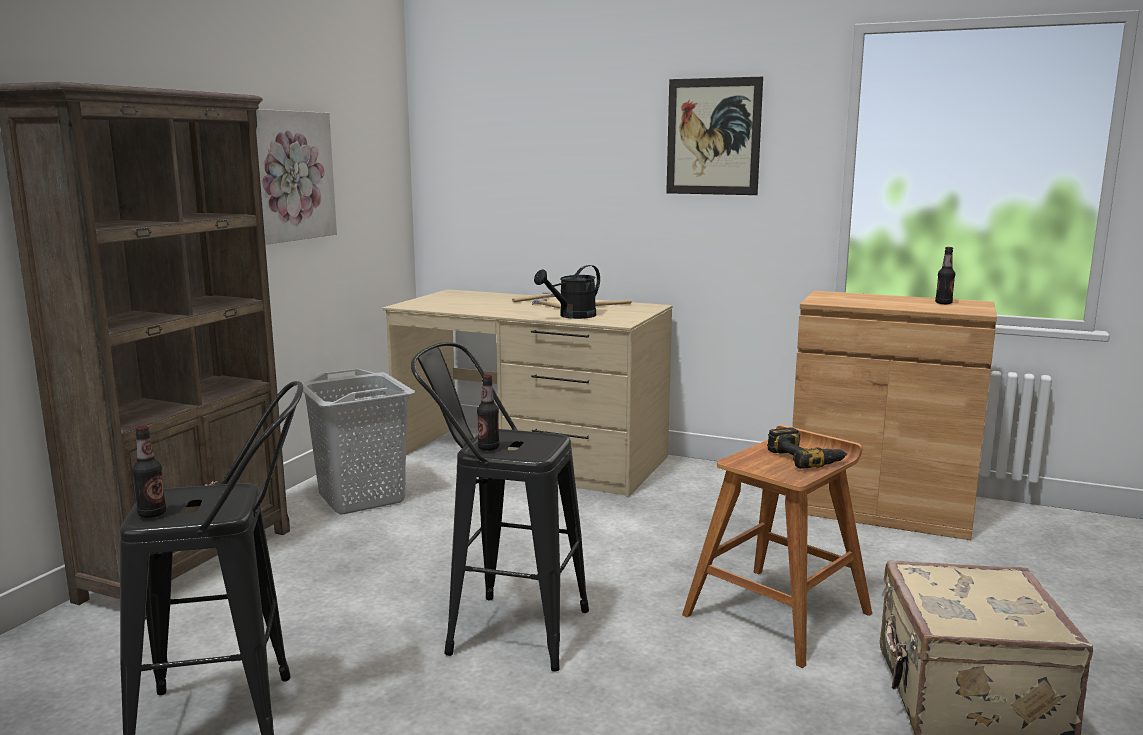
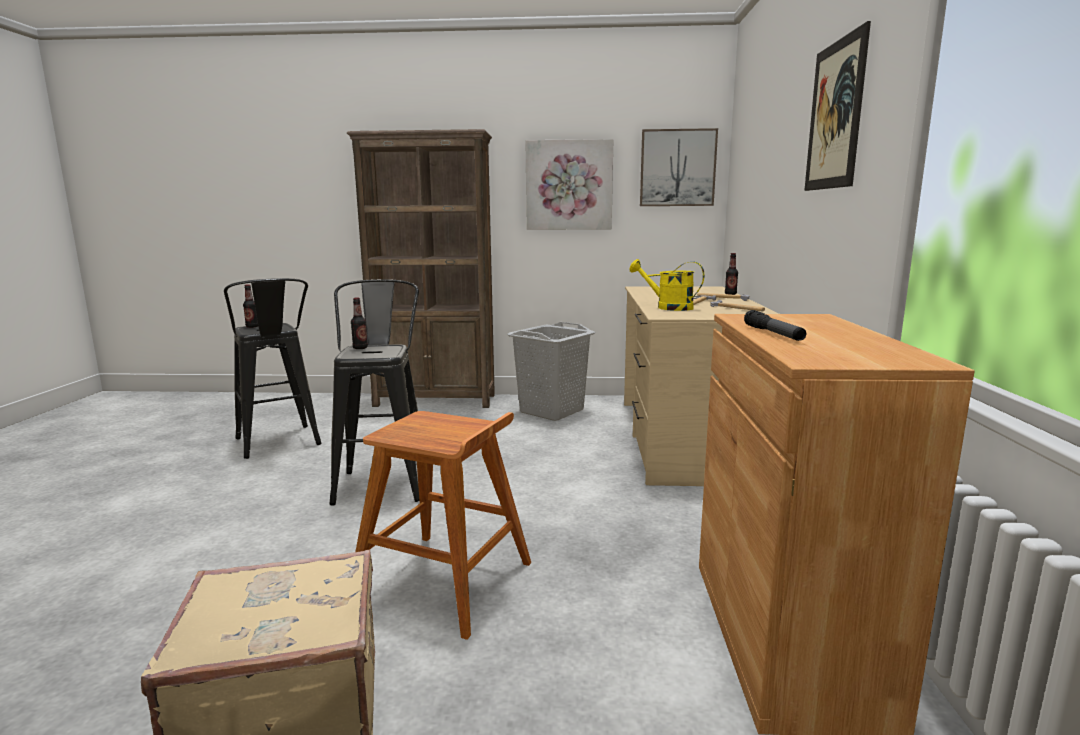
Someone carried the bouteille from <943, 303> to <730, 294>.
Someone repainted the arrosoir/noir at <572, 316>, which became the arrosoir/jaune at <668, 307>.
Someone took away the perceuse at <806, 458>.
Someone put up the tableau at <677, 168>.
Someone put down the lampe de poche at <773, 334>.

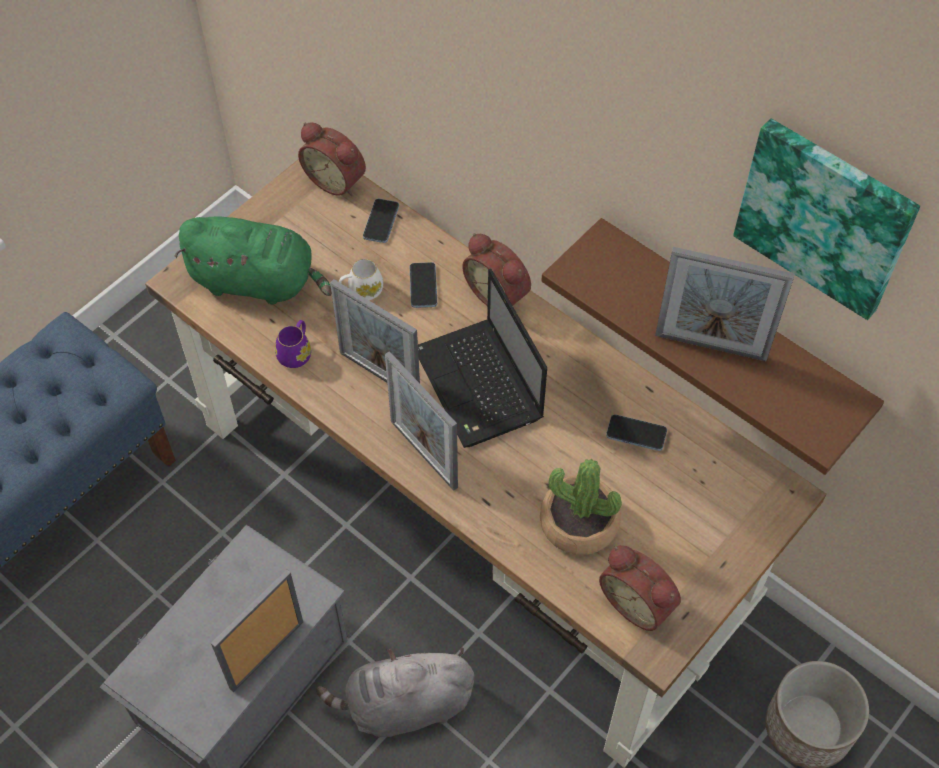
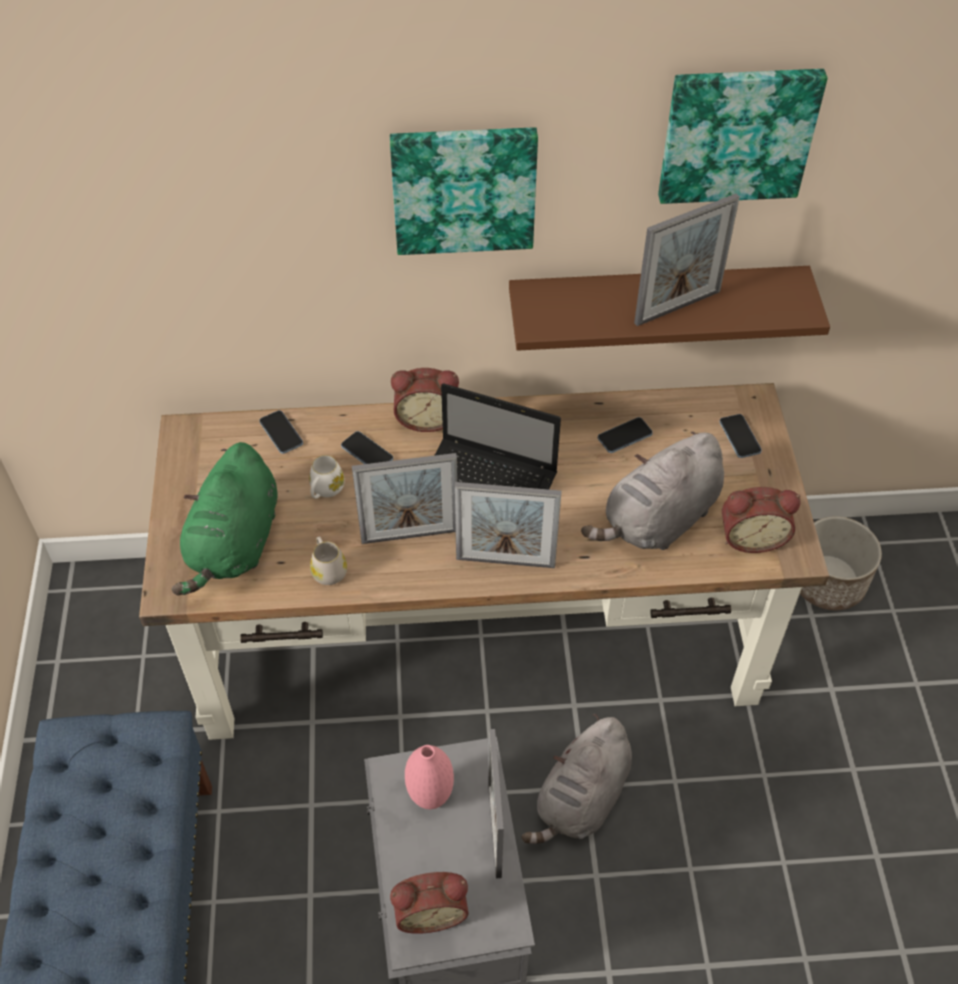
Someone carried the réveil from <337, 179> to <430, 910>.
Someone rotated the peluche/vert at <258, 281> by 135 degrees clockwise.
Someone repainted the mug/violet at <296, 353>, which became the mug/blanc at <328, 569>.
Someone swapped the plante en pot at <578, 523> for the peluche/gris at <658, 520>.
Someone put up the tableau at <463, 188>.
Someone put down the téléphone at <739, 437>.
Someone put down the vase/rose at <430, 797>.

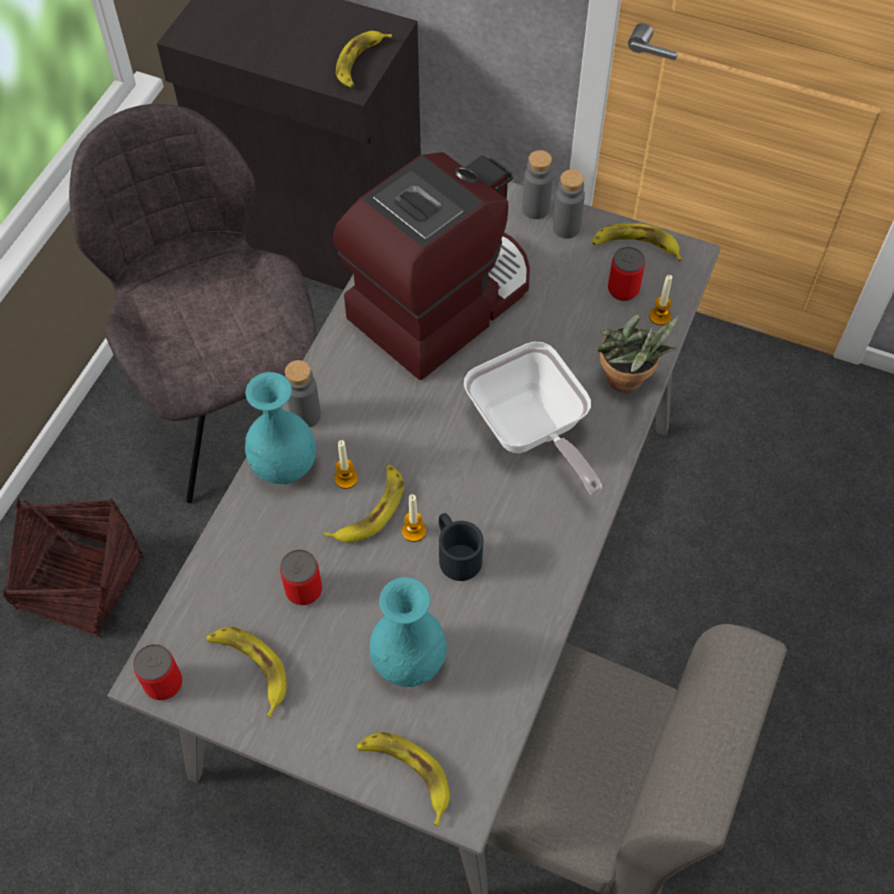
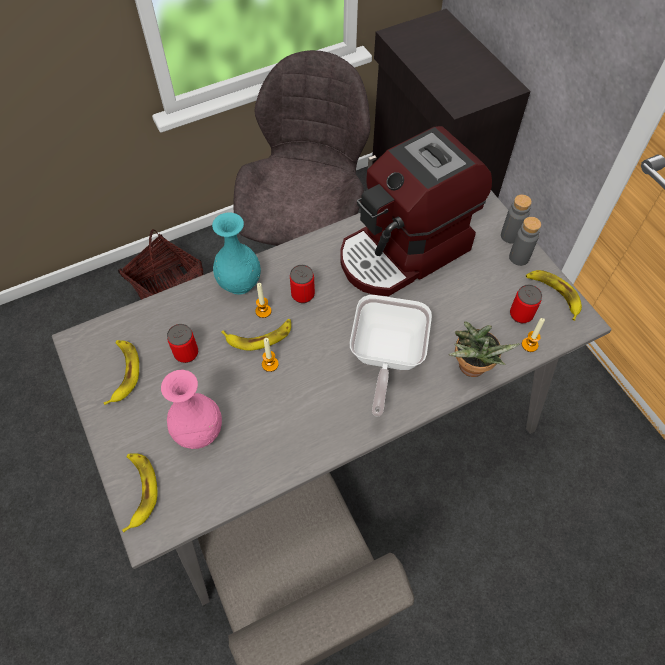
Someone took away the banane at <360, 63>.
Someone rotated the machine à café at <440, 302> by 150 degrees clockwise.
Someone took away the bouteille/gris at <305, 415>.
Someone took away the mug/noir at <455, 553>.
Someone repainted the vase/turquoise at <409, 662>, which became the vase/rose at <199, 432>.
Someone carried the boîte métallique from <163, 683> to <303, 294>.

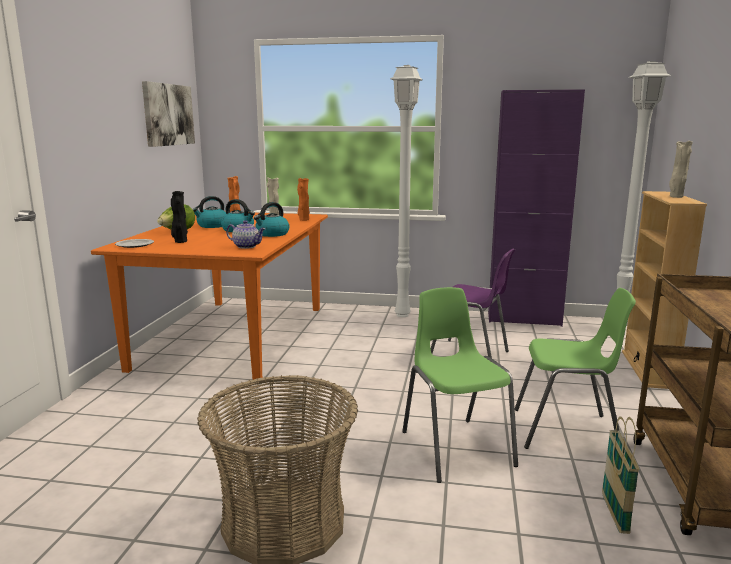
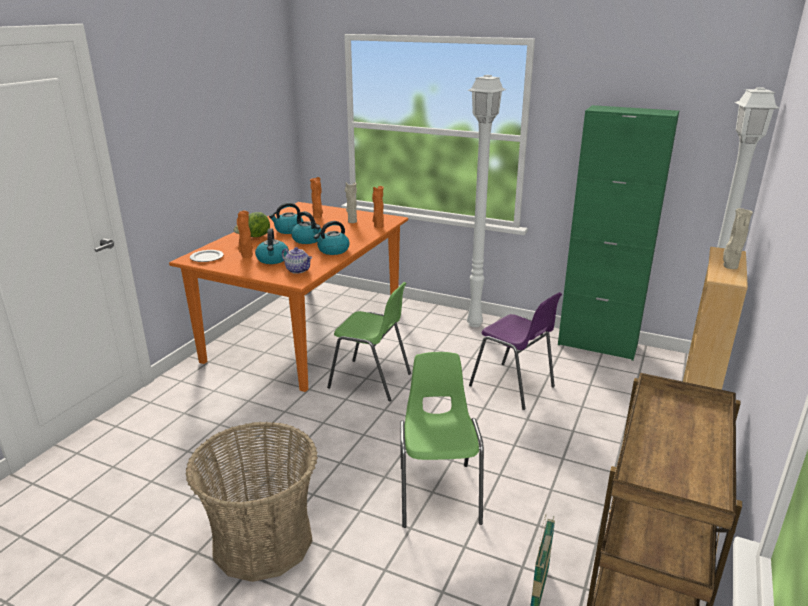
Someone took away the tableau at <168, 115>.
Someone repainted the meuble de rangement/violet at <524, 319>, which became the meuble de rangement/vert at <597, 345>.
Someone repainted the vase/noir at <180, 242>, which became the vase/orange at <246, 256>.
Someone carried the chaise/vert from <566, 431> to <371, 381>.
Someone put down the bouilloire at <273, 259>.

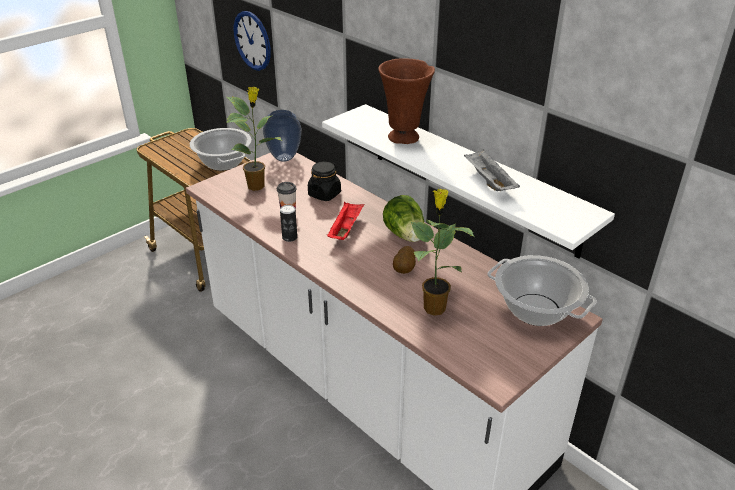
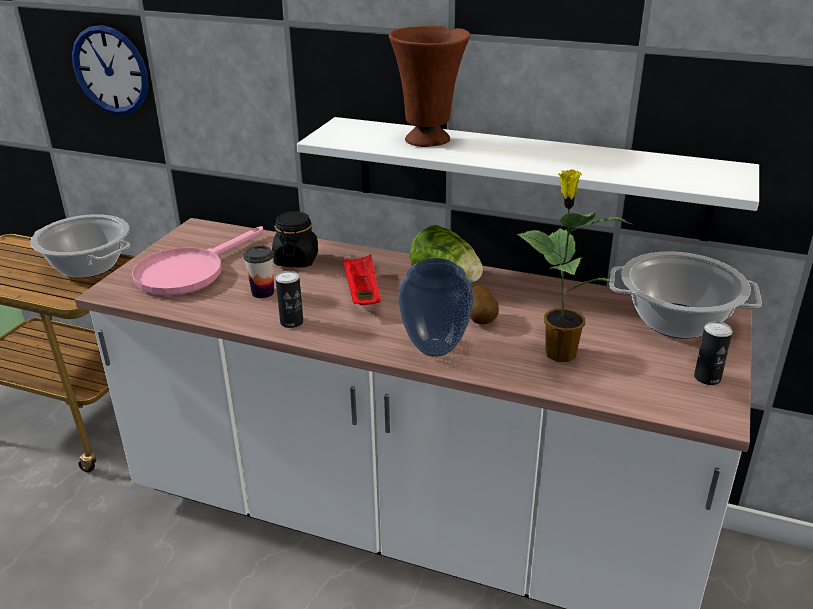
Someone swapped the plante en pot at <257, 186> for the poêle/rose at <189, 271>.
Someone carried the vase from <283, 158> to <434, 349>.
Someone took away the plateau/gris at <488, 181>.
Someone put down the boîte métallique at <707, 378>.

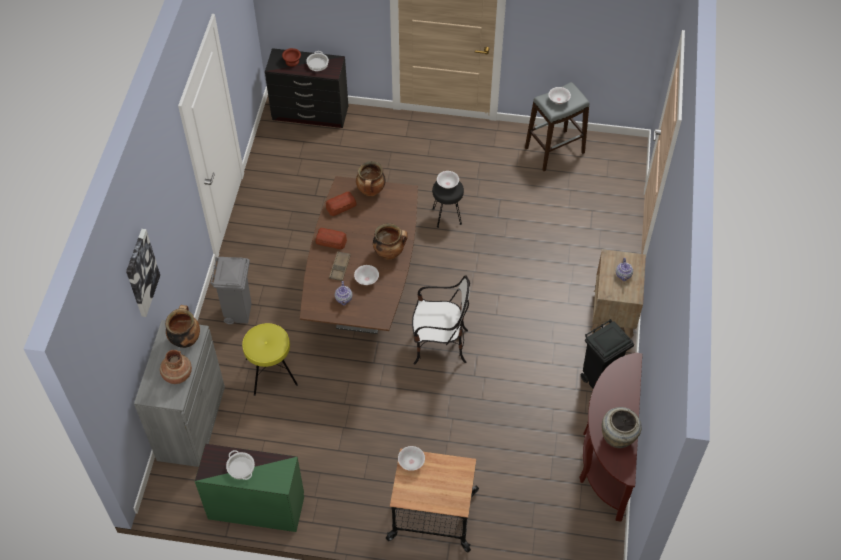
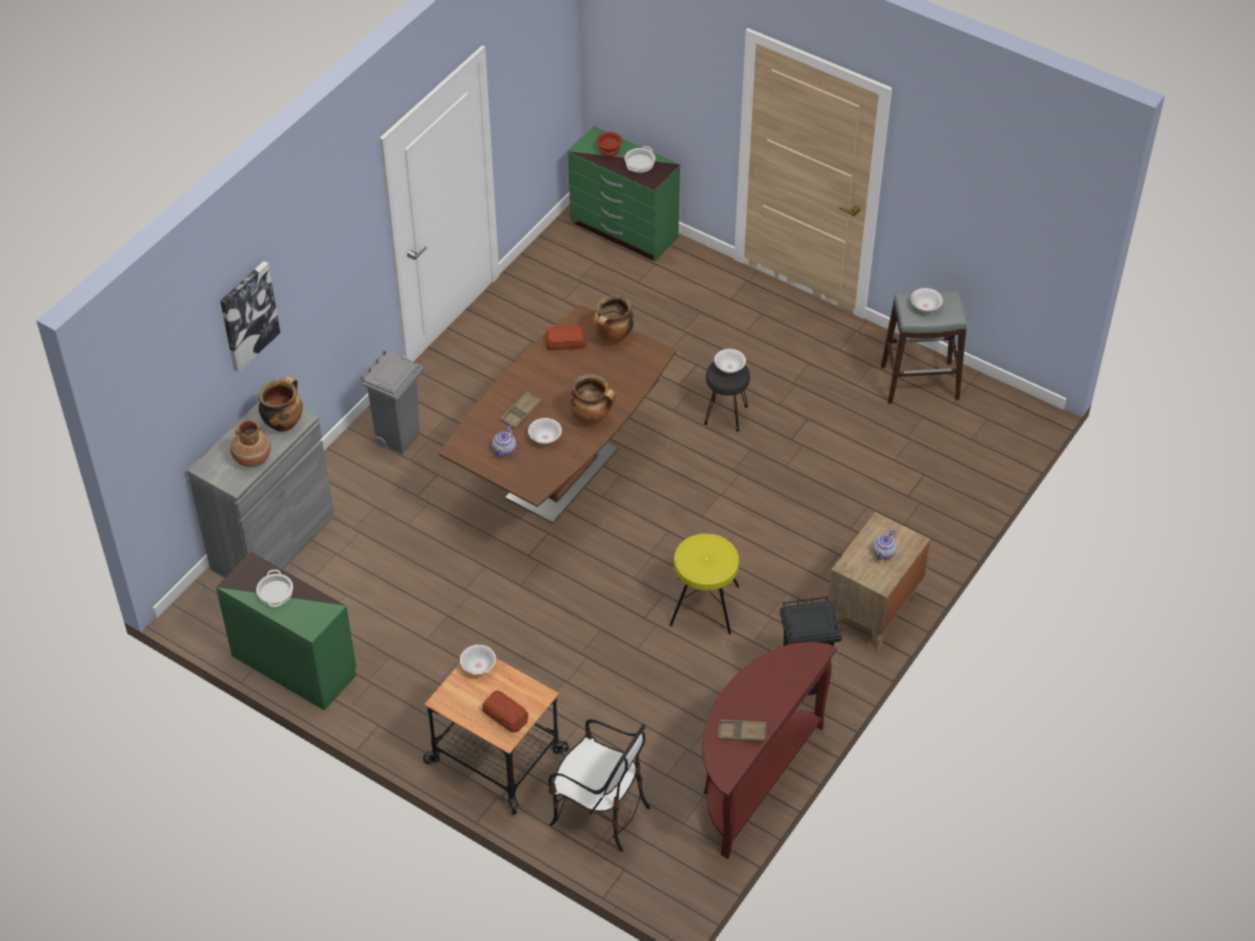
Someone repainted the commode/noir at <310, 114>, which became the commode/vert at <624, 231>.
Someone carried the pain from <330, 241> to <505, 714>.
Someone carried the chaise from <439, 345> to <599, 813>.
Someone carried the tabouret/jaune from <271, 371> to <704, 605>.
Someone swapped the vase/beige at <618, 438> for the plateau/marron at <741, 733>.

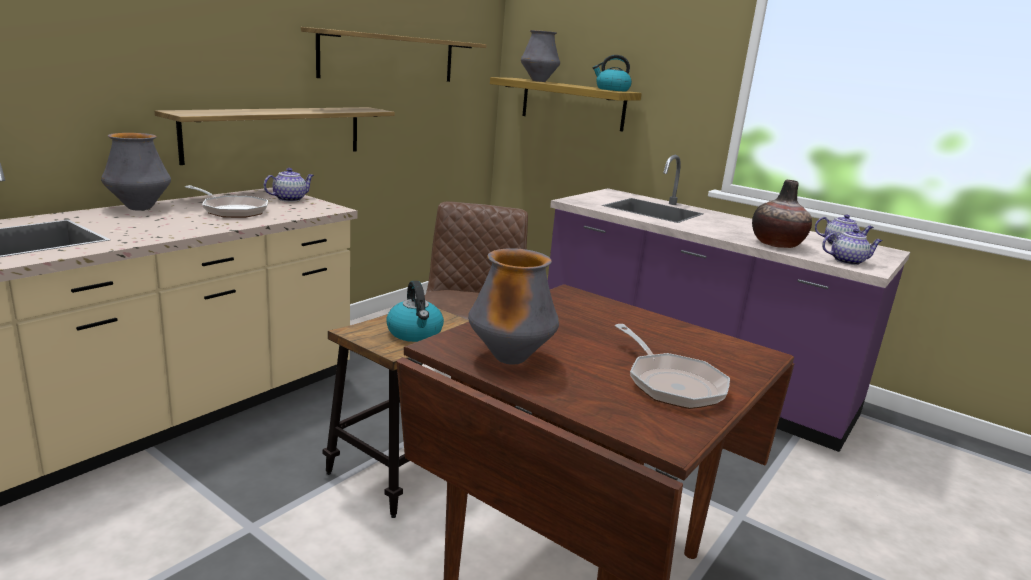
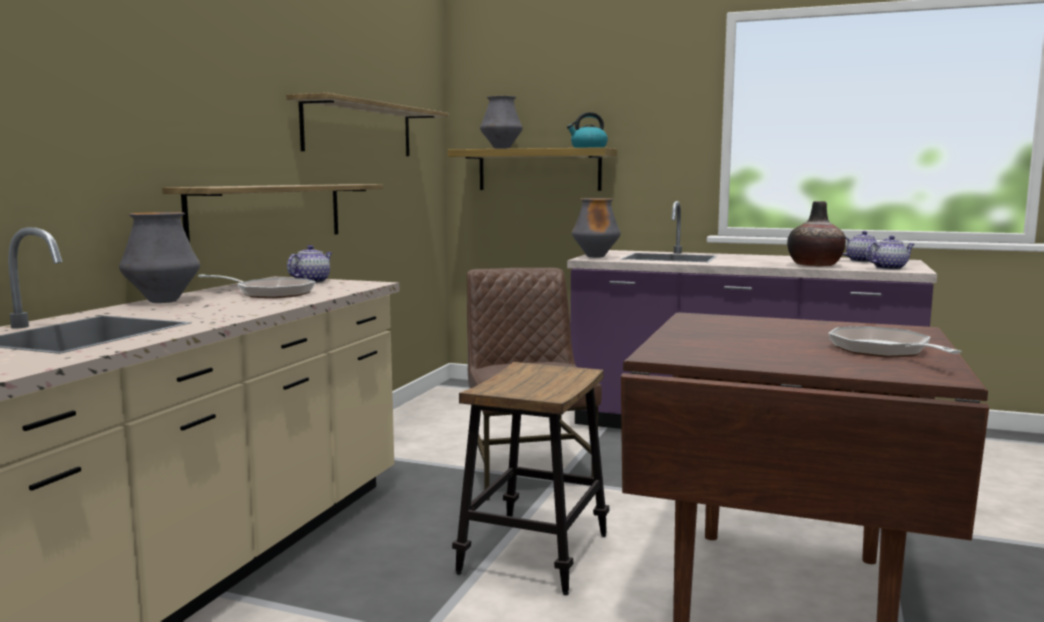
Someone carried the vase from <510, 358> to <595, 257>.
Someone took away the bouilloire at <415, 333>.
Someone rotated the poêle at <671, 383> by 150 degrees counterclockwise.

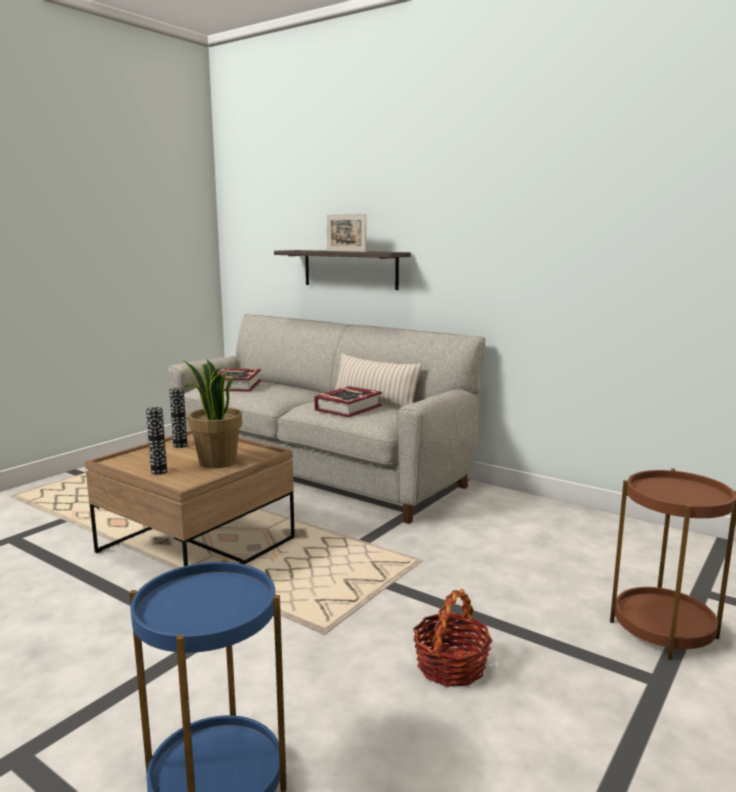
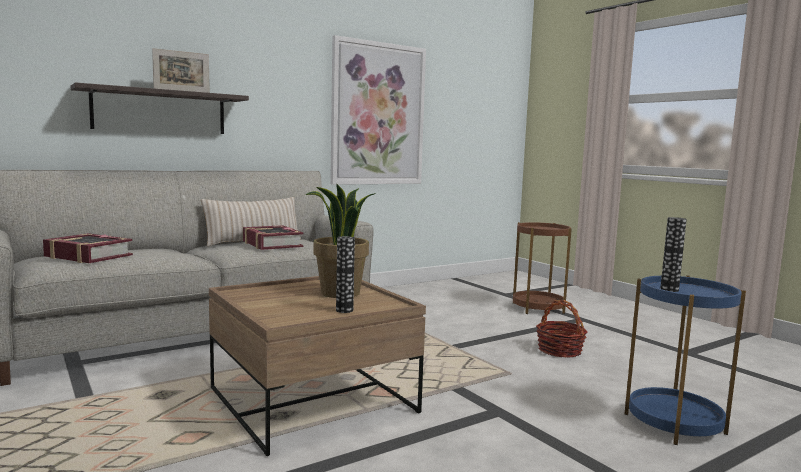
Someone carried the vase from <180, 445> to <669, 289>.
Someone put up the tableau at <378, 114>.

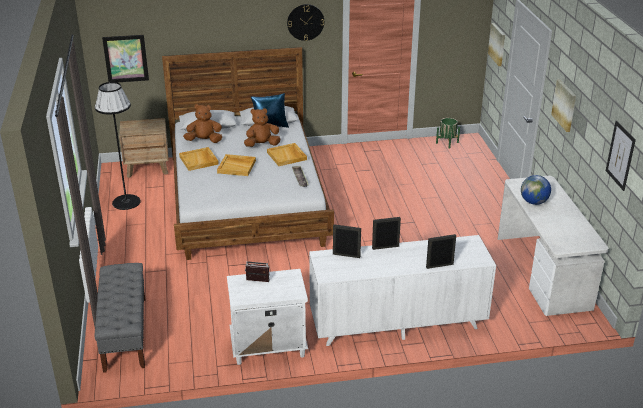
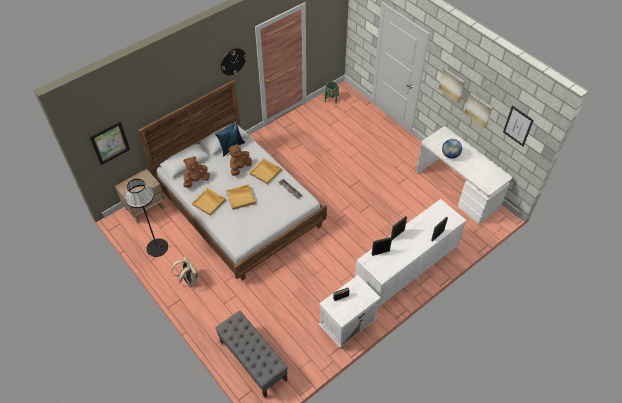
Someone carried the tableau from <497, 44> to <478, 110>.
Someone put down the sac à dos/beige at <189, 280>.

